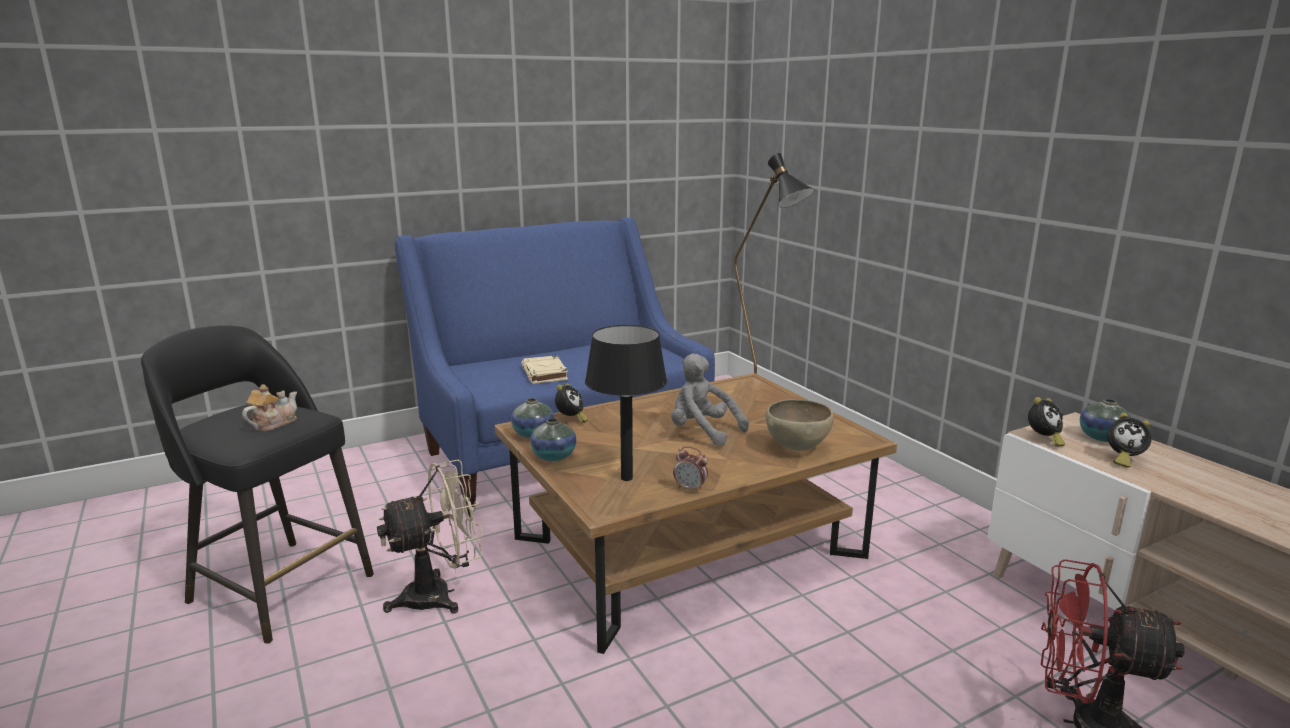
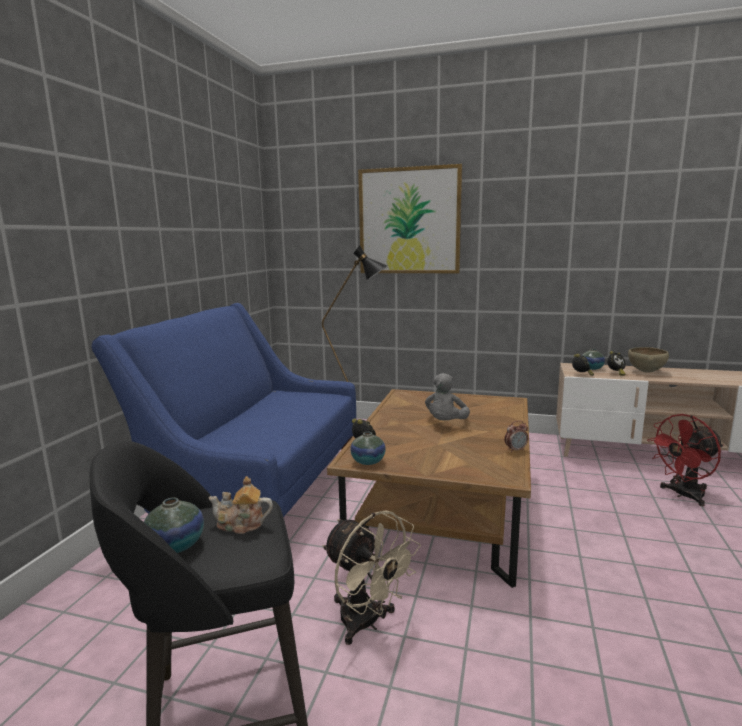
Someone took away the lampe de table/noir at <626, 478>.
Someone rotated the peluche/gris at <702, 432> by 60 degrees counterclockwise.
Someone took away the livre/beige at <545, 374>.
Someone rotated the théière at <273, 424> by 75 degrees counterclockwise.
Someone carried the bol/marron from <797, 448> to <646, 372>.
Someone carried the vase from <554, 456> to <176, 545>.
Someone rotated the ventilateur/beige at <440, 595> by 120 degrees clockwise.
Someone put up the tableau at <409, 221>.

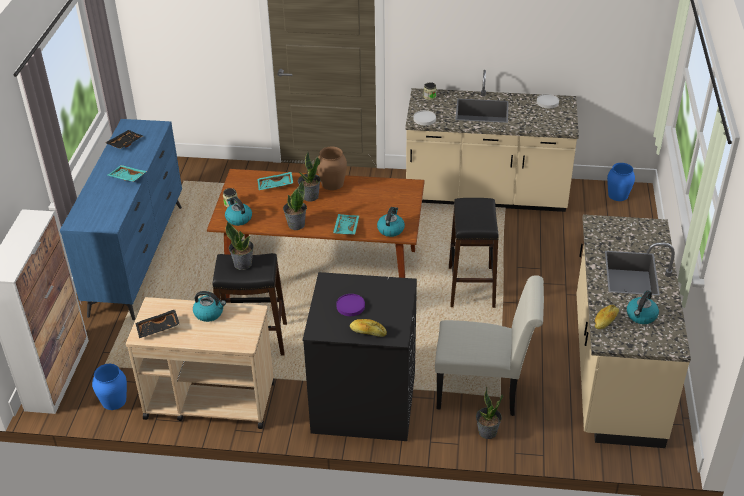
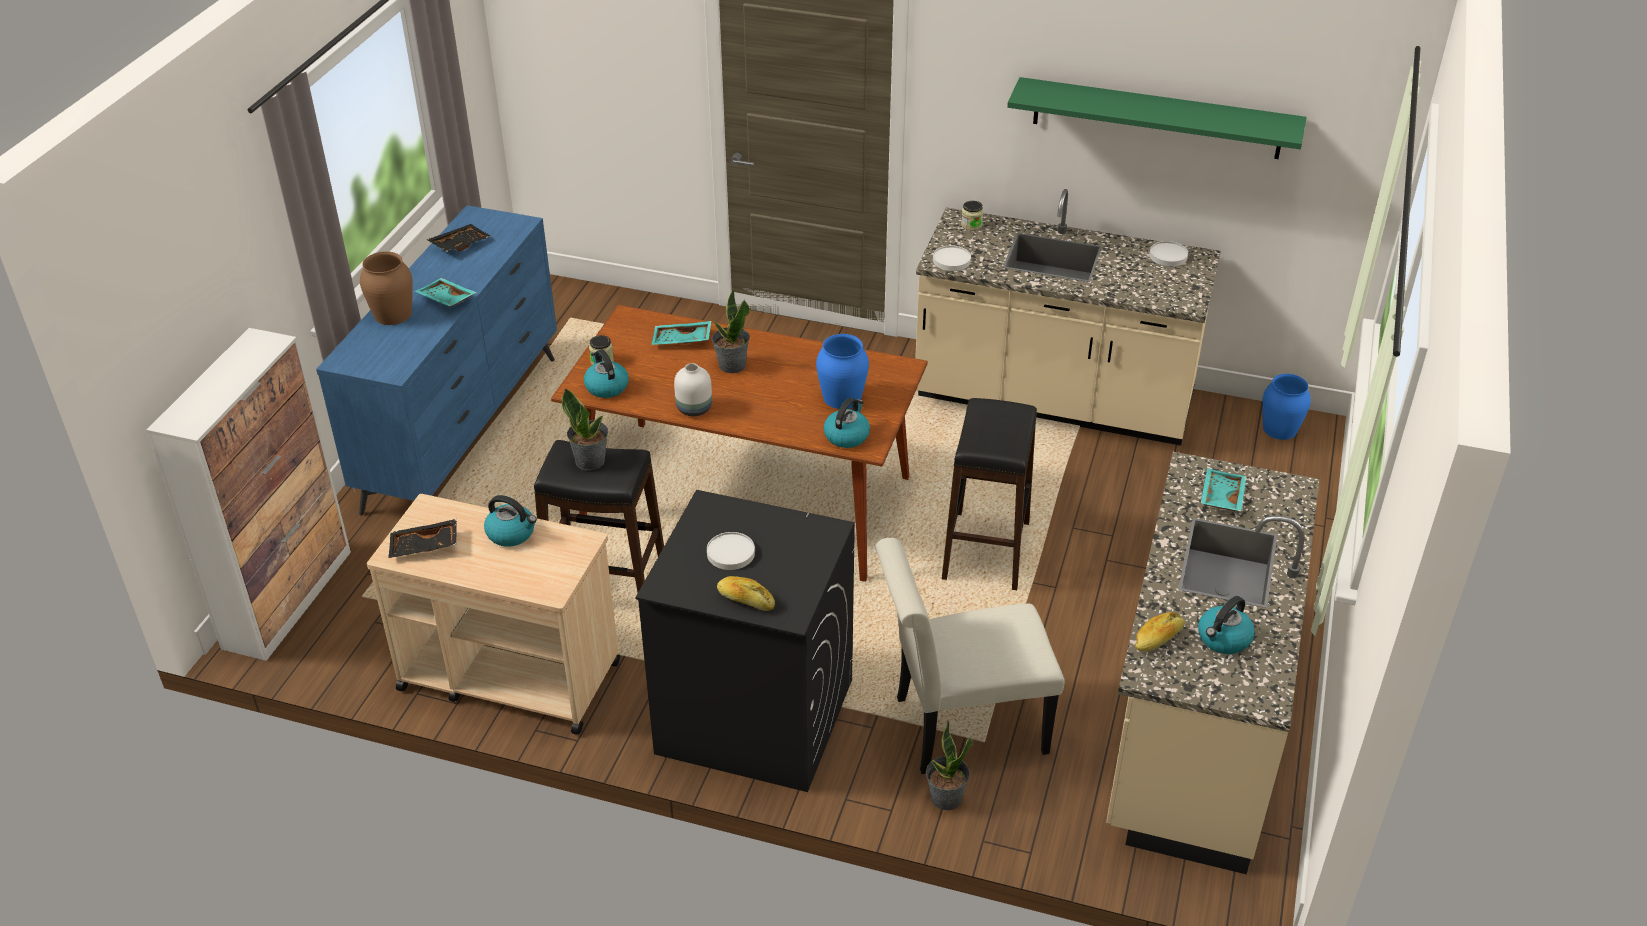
Someone carried the vase/marron from <332, 183> to <393, 314>.
Someone swapped the plante en pot at <296, 224> for the vase/blanc at <695, 408>.
Someone carried the plateau/turquoise from <345, 228> to <1220, 497>.
Someone rotated the chaise/blanc at <484, 391> by 150 degrees clockwise.
Someone repainted the assiette/violet at <350, 306>, which became the assiette/blanc at <731, 553>.
Someone carried the vase/bleu from <113, 401> to <841, 397>.
Someone put up the étagère/vert at <1157, 118>.

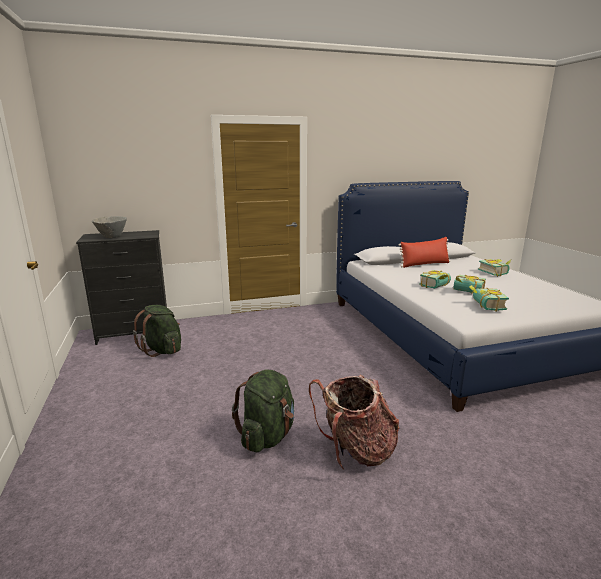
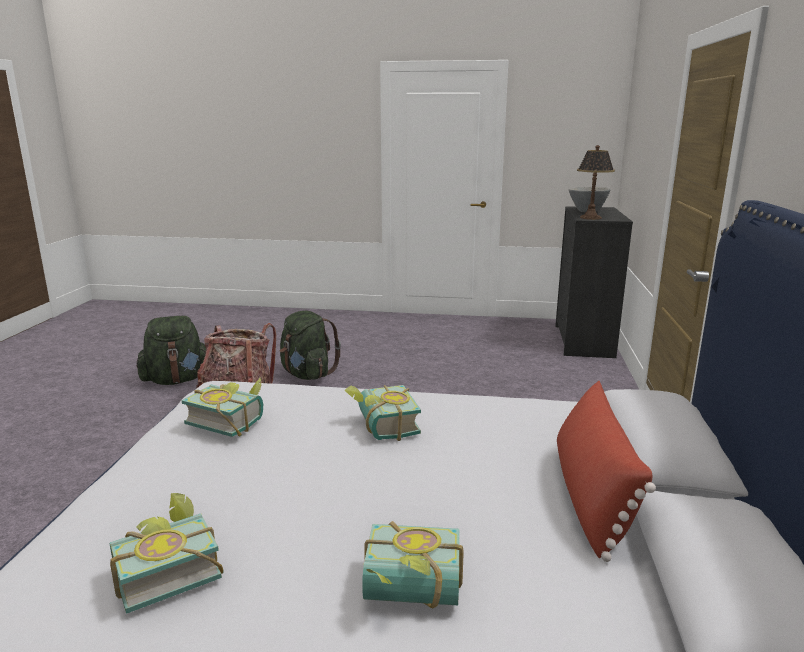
Someone carried the livre from <467, 292> to <166, 572>.
Someone carried the sac à dos/vert from <162, 350> to <177, 380>.
Someone put down the lampe de table at <590, 217>.

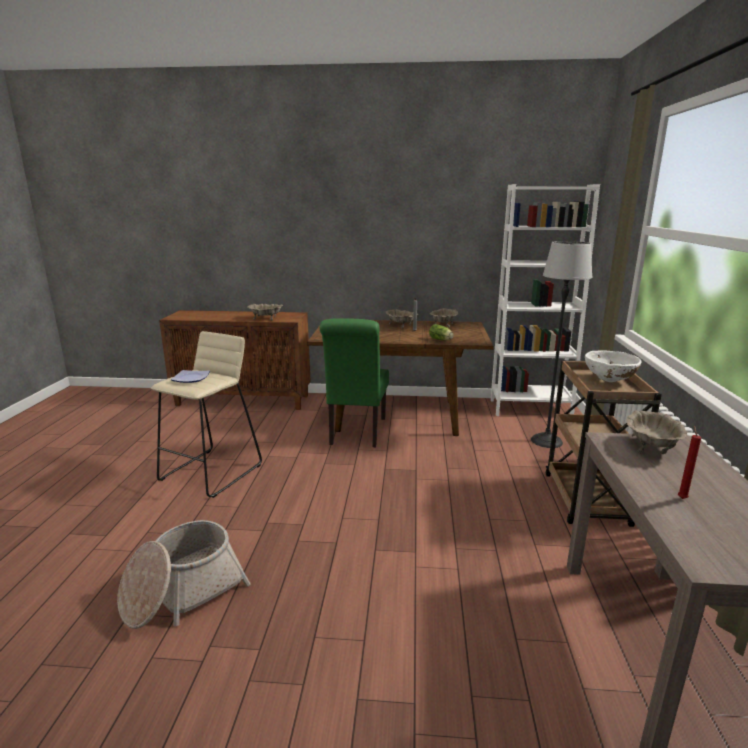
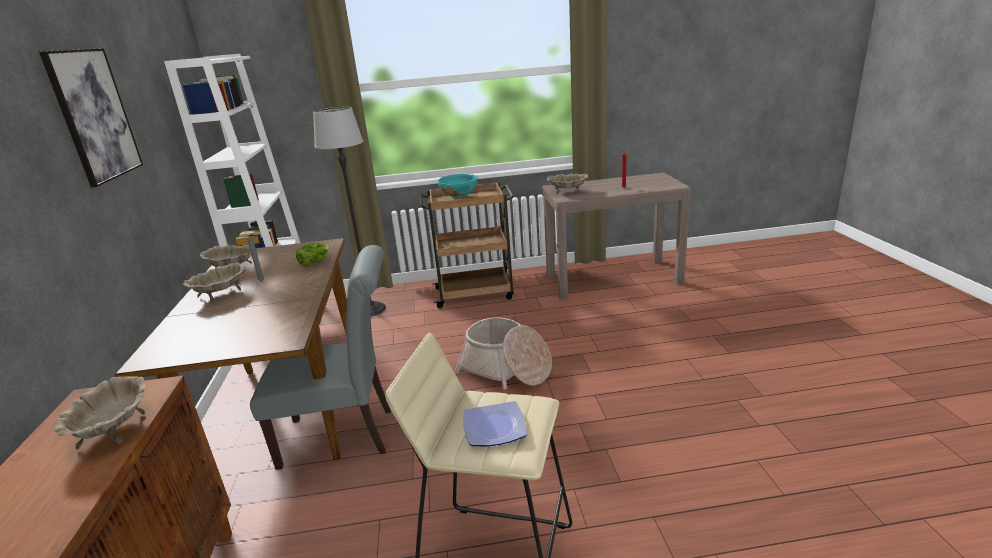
Someone repainted the chaise/vert at <356, 433>, which became the chaise/gris at <345, 435>.
Someone repainted the bol/blanc at <609, 380>, which became the bol/turquoise at <459, 197>.
Someone carried the panier from <182, 591> to <506, 369>.
Someone put up the tableau at <94, 115>.

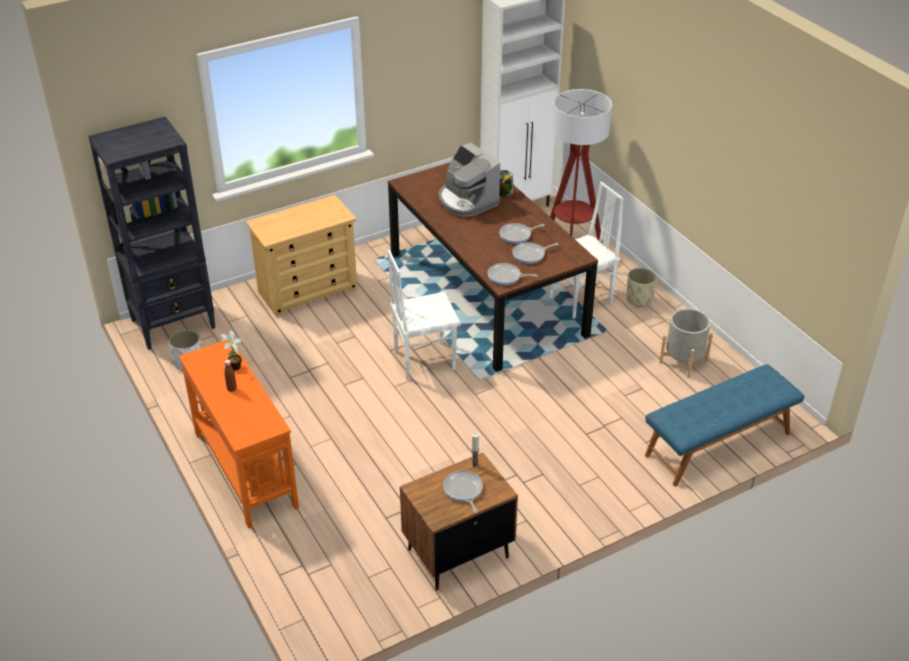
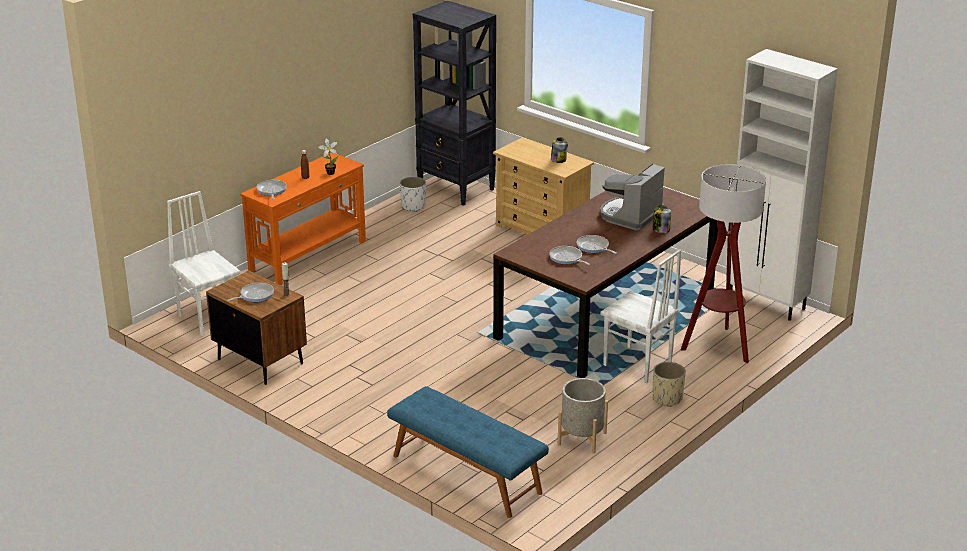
Someone carried the chaise/blanc from <424, 360> to <209, 318>.
Someone carried the poêle from <506, 277> to <271, 191>.
Someone put down the bocal at <558, 160>.

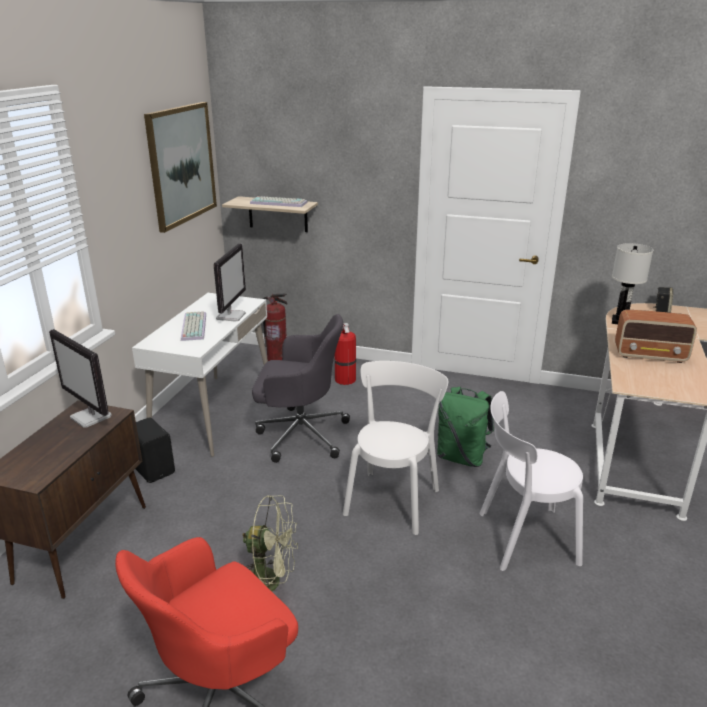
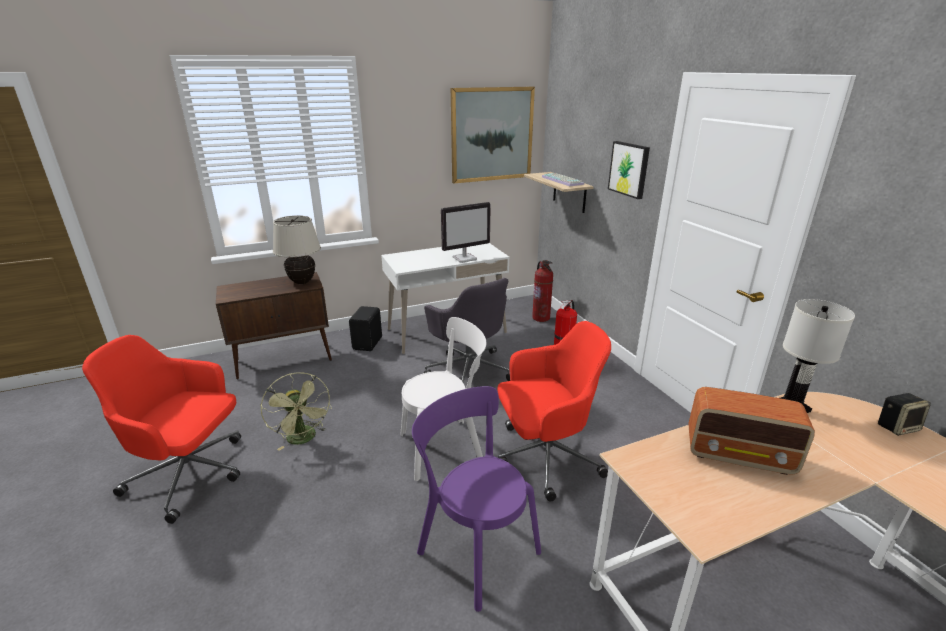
Someone rotated the radio at <651, 355> by 45 degrees counterclockwise.
Someone took away the clavier at <192, 326>.
Someone swapped the écran d'ordinateur at <91, 417> for the lampe de table/beige at <302, 282>.
Someone swapped the sac à dos/vert at <462, 457> for the chaise de bureau/rouge at <545, 457>.
Someone repainted the chaise/blanc at <522, 538>, which became the chaise/violet at <475, 548>.
Someone put up the tableau at <629, 169>.

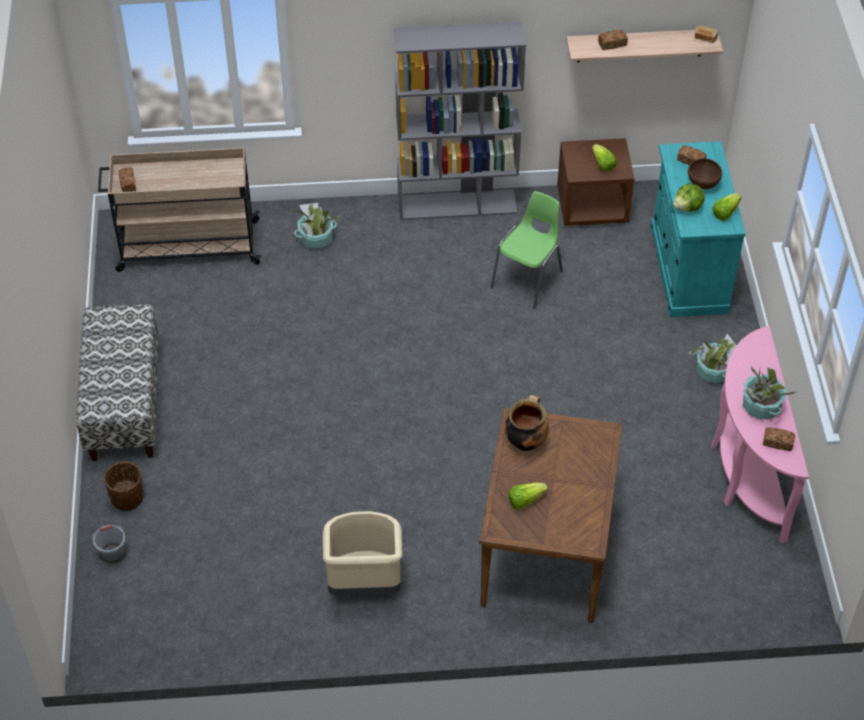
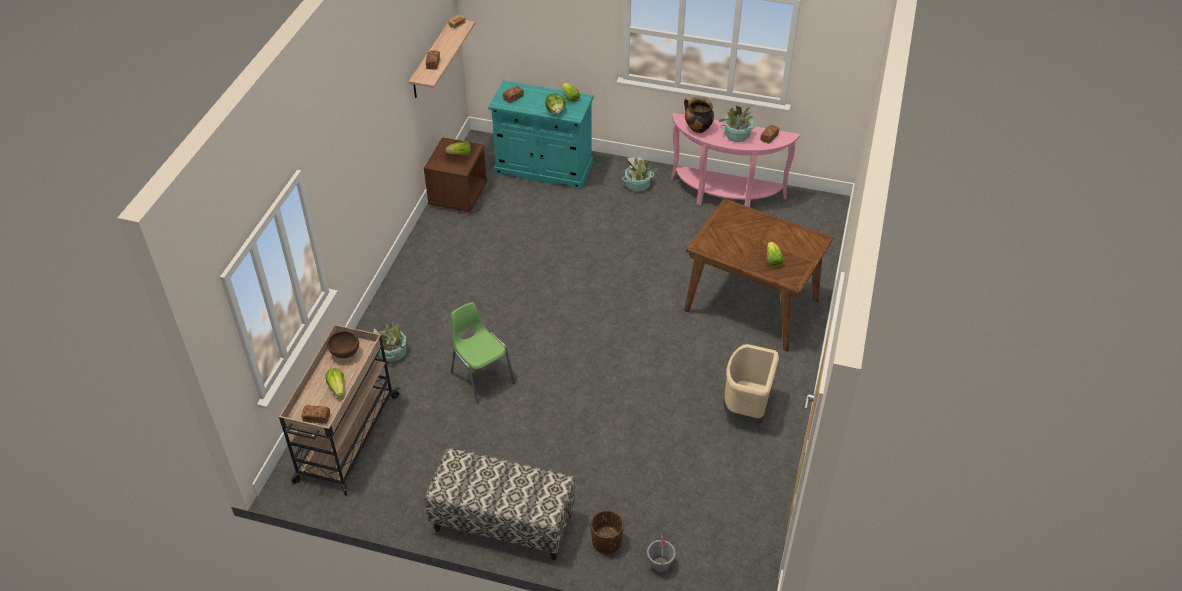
Someone took away the bibliothèque/gris at <457, 204>.
Someone carried the bol/marron from <702, 184> to <345, 354>.
Someone carried the chaise/vert from <528, 279> to <482, 377>.
Someone carried the marmite from <525, 441> to <697, 128>.
Someone put down the laitue at <337, 387>.

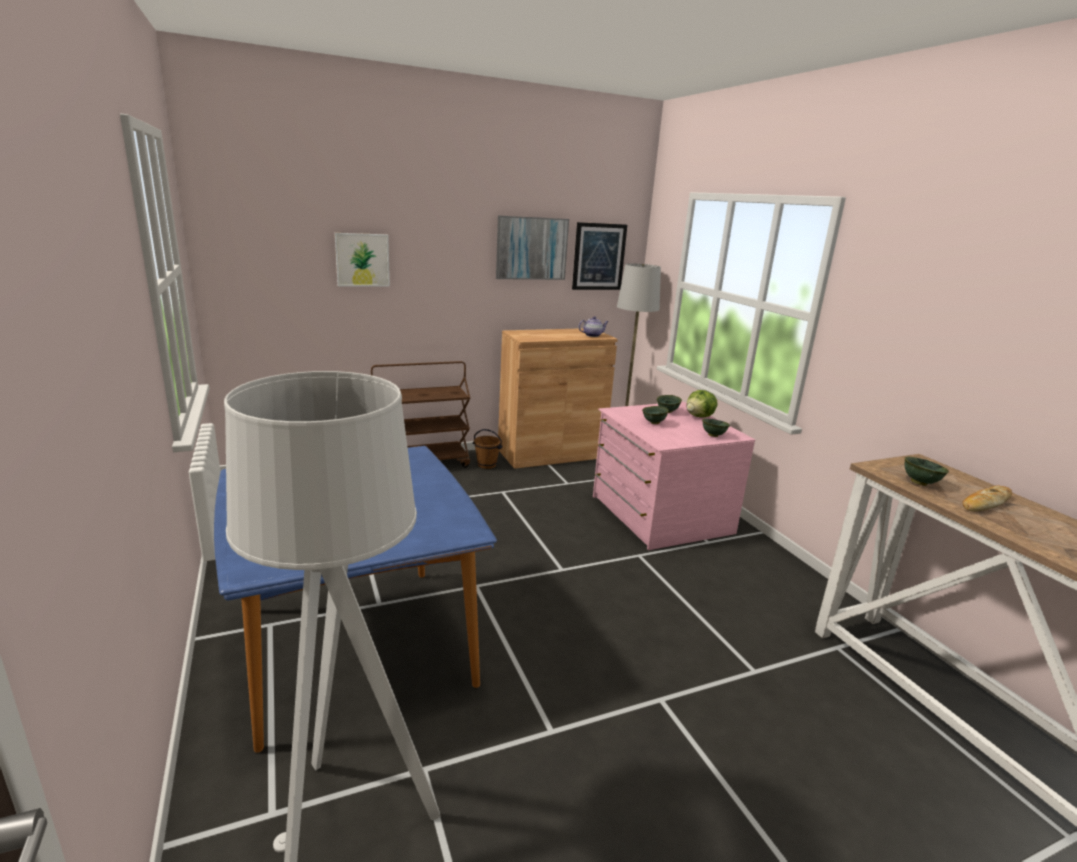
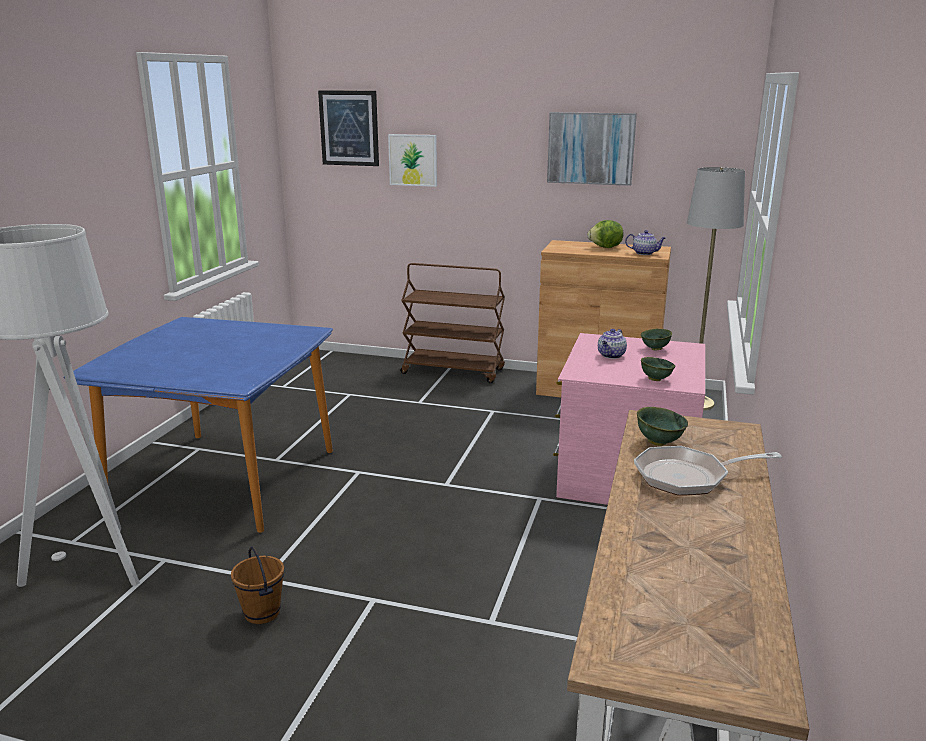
Someone carried the tableau from <598, 257> to <349, 128>.
Someone carried the laitue from <699, 417> to <605, 247>.
Someone swapped the bol/vert at <654, 423> for the théière at <611, 355>.
Someone carried the seau/marron from <487, 465> to <263, 613>.
Someone swapped the pain at <985, 503> for the poêle at <688, 477>.

